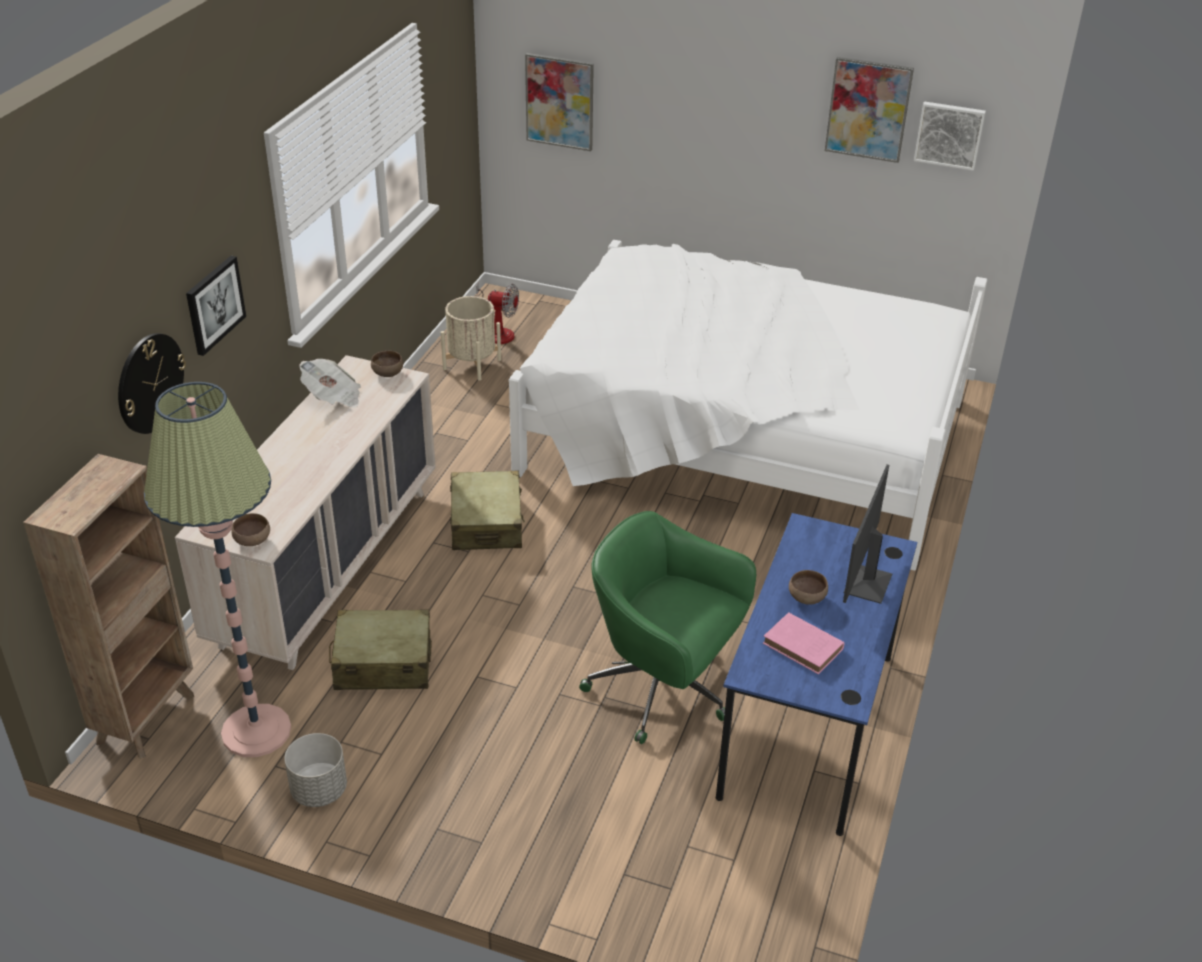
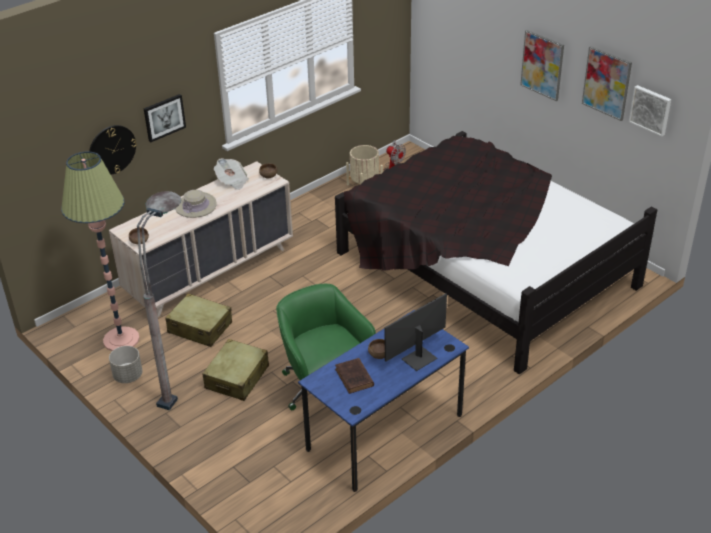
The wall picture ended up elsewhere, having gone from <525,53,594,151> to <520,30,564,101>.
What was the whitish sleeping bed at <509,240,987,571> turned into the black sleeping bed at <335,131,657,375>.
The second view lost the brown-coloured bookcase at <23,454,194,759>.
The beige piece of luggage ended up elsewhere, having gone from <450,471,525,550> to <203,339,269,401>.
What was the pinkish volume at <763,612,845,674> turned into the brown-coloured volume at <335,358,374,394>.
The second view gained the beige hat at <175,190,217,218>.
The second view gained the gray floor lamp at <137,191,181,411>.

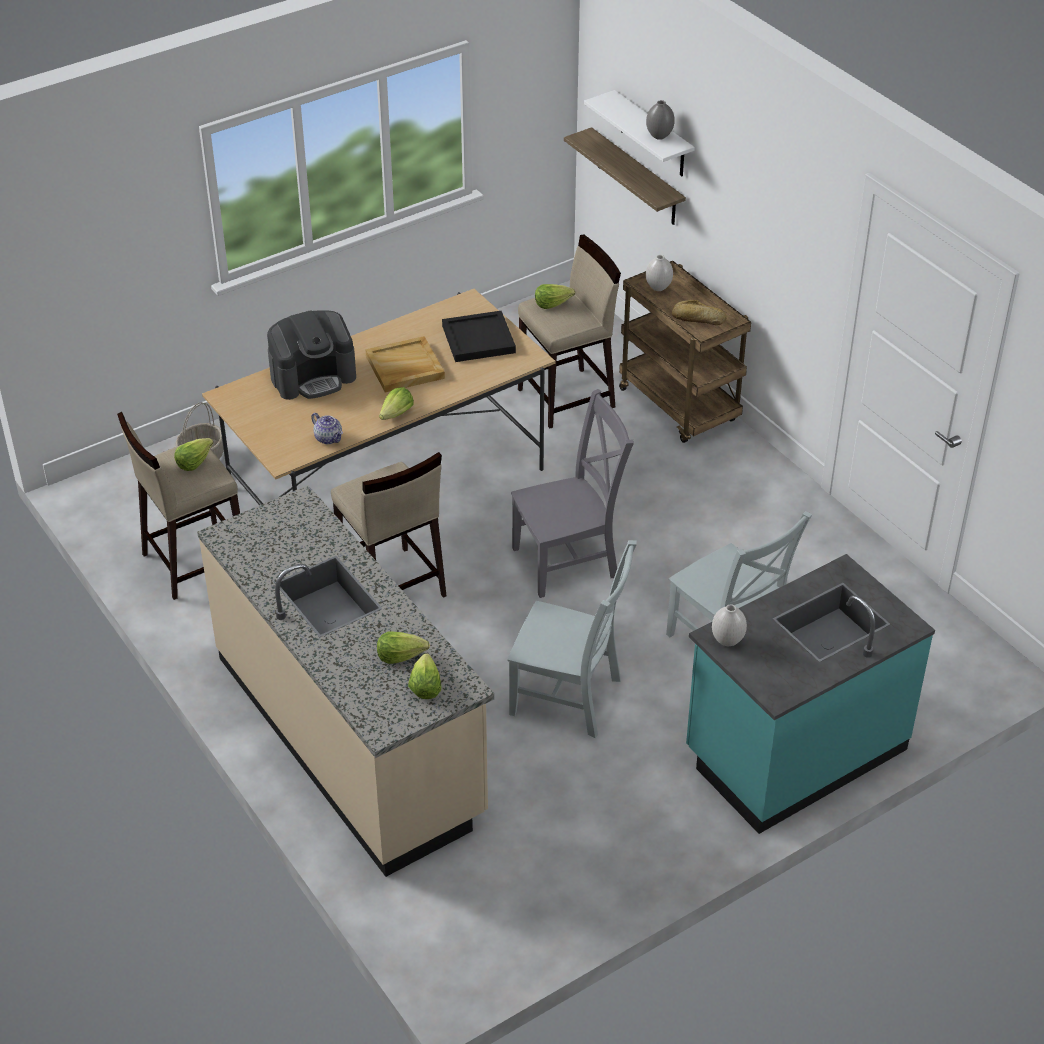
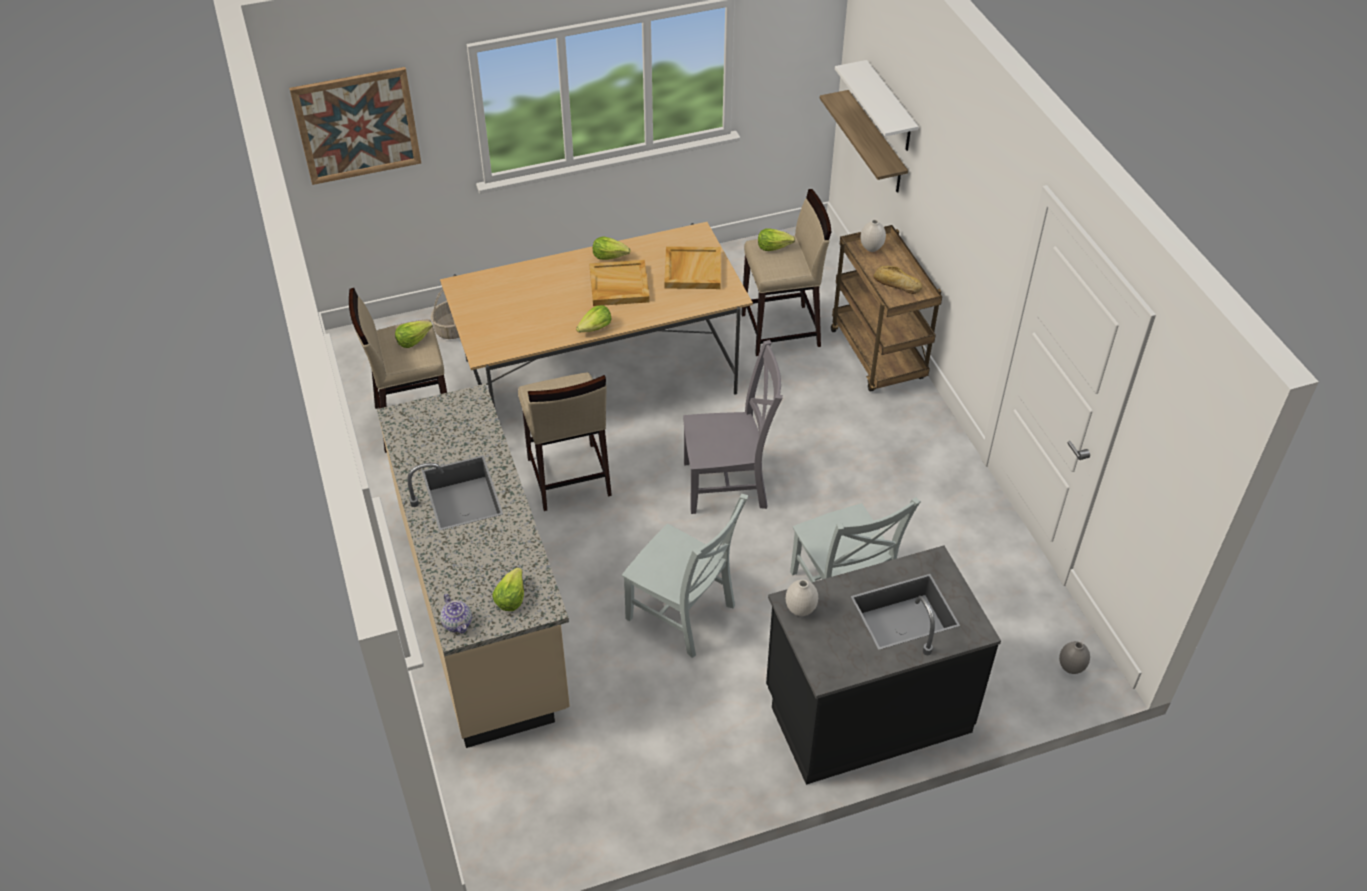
The gray vase ended up elsewhere, having gone from <646,100,675,140> to <1059,641,1090,674>.
The second view lost the coffee machine at <267,310,356,400>.
What was the black serving tray at <442,311,516,362> turned into the beige serving tray at <664,246,721,289>.
The teapot ended up elsewhere, having gone from <311,413,343,444> to <440,594,472,634>.
What was the blue-green counter at <686,554,935,834> turned into the black counter at <766,546,1001,785>.
The lettuce ended up elsewhere, having gone from <377,632,430,664> to <593,236,630,260>.
The second view gained the wall picture at <289,67,421,185>.

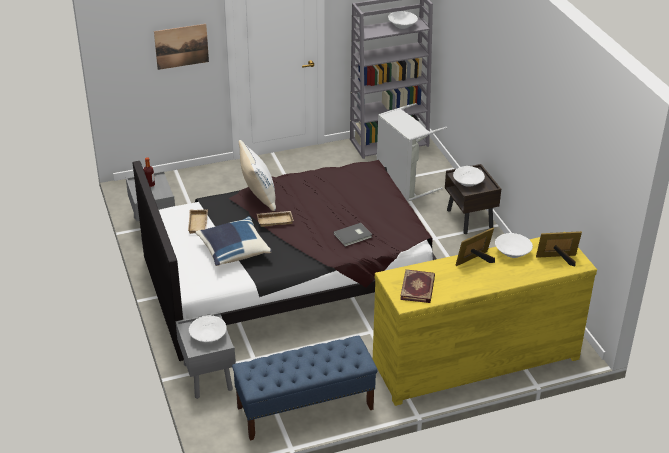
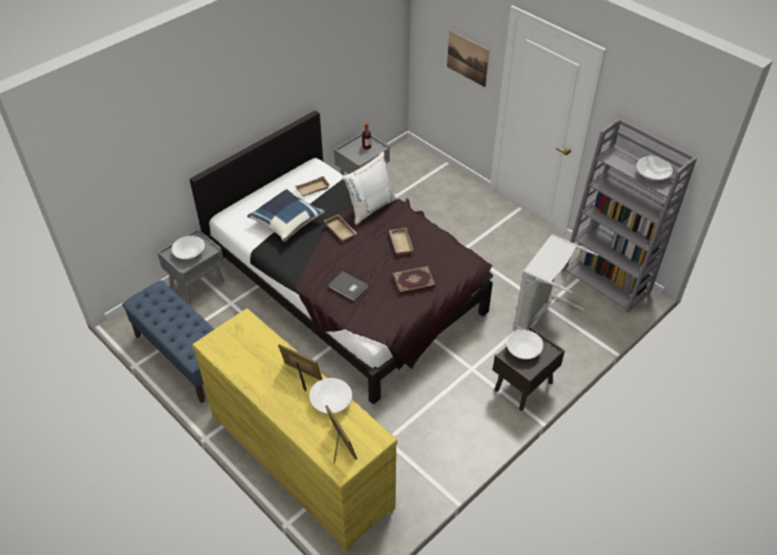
The volume ended up elsewhere, having gone from <400,269,435,303> to <393,266,436,294>.
The second view gained the beige serving tray at <389,228,413,255>.

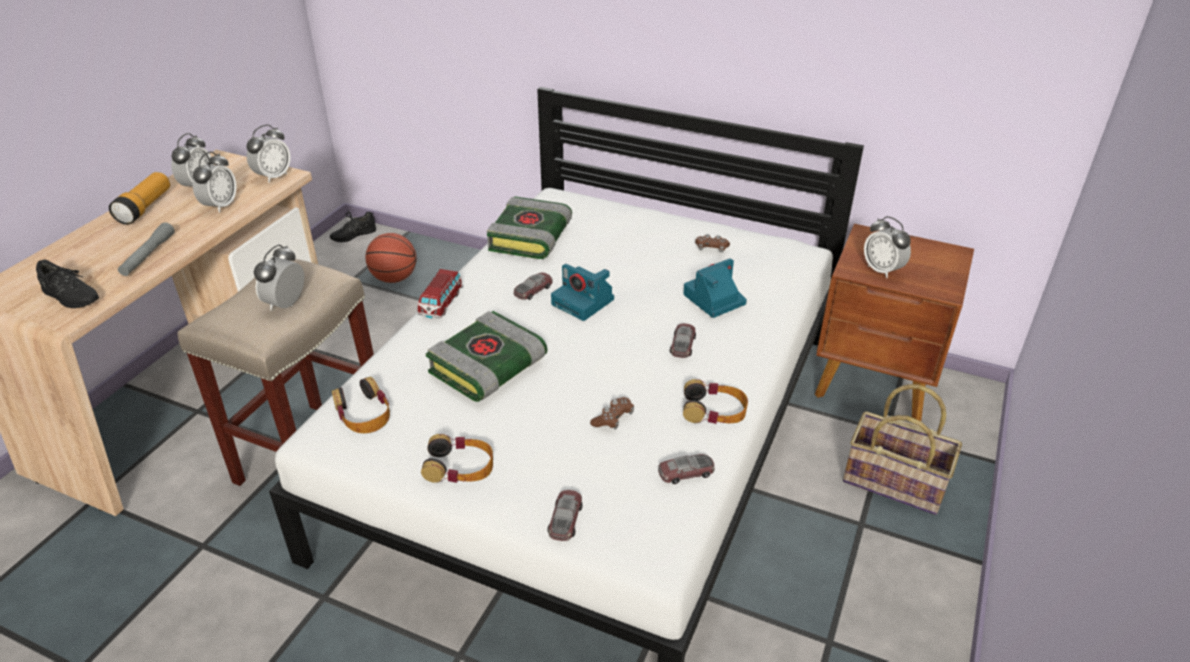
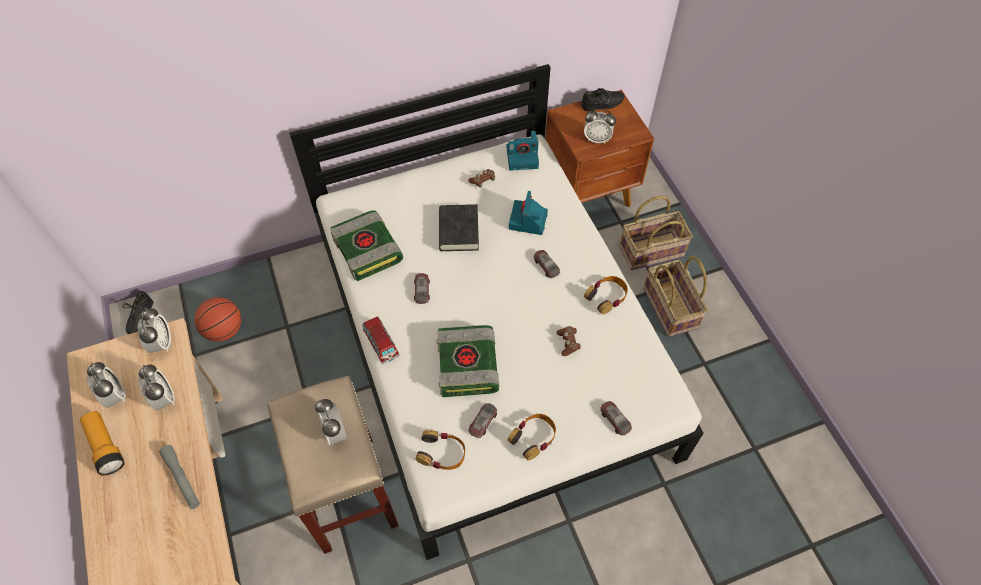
The black low shoe ended up elsewhere, having gone from <36,260,99,308> to <581,88,624,111>.
The still camera ended up elsewhere, having gone from <551,264,614,321> to <506,131,539,171>.
The toy car ended up elsewhere, having gone from <658,454,715,484> to <469,403,497,438>.
The second view gained the black volume at <439,204,479,251>.
The second view gained the household basket at <643,256,708,337>.

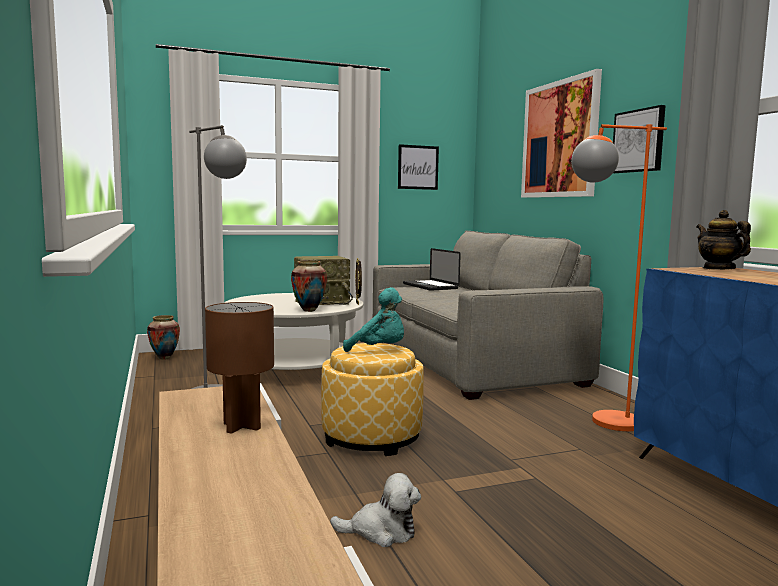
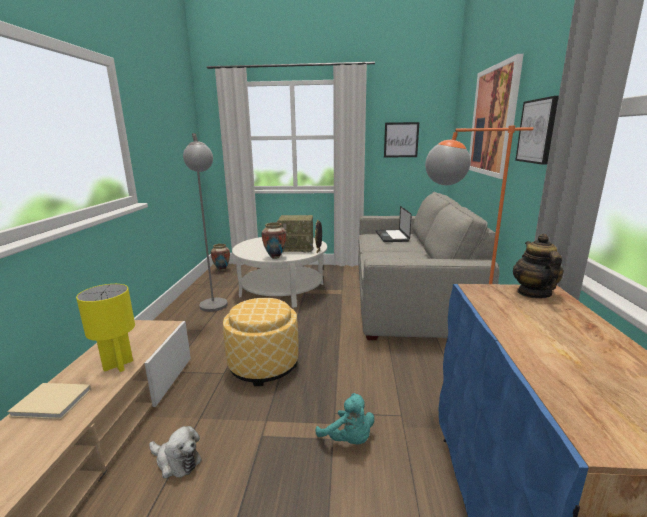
The blue-green cuddly toy ended up elsewhere, having gone from <343,287,404,352> to <316,393,374,444>.
What was the brown-coloured table lamp at <205,302,274,434> turned into the yellow-coloured table lamp at <76,284,135,372>.
The second view gained the beige volume at <7,383,91,419>.

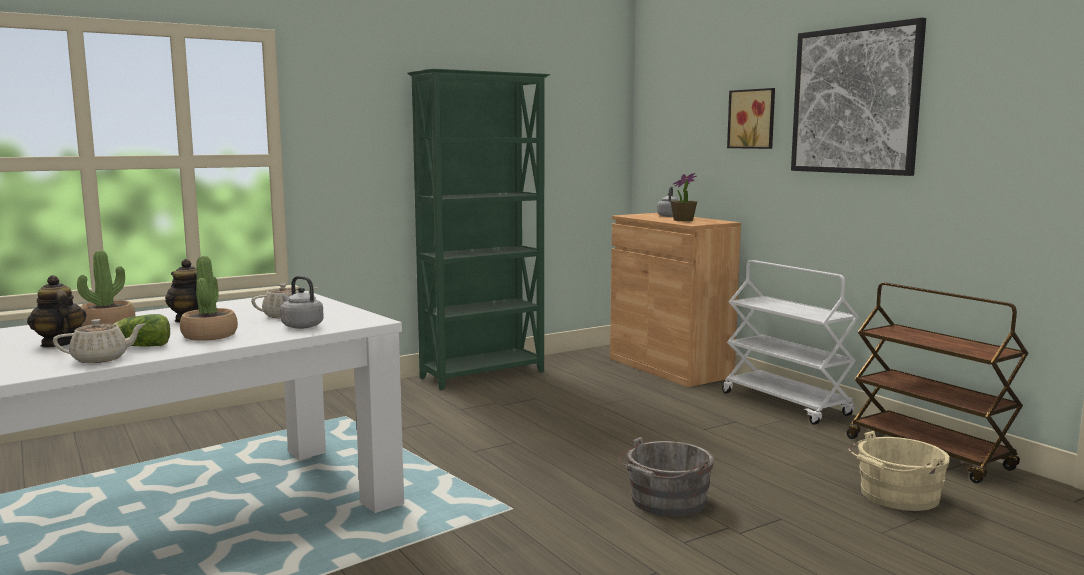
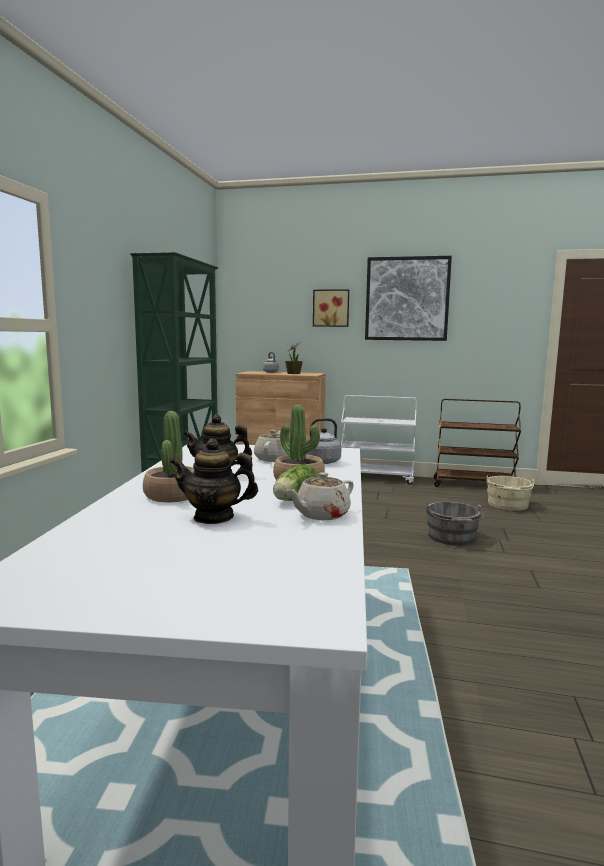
The beige teapot at <53,319,145,363> ended up facing another way, 150 degrees counterclockwise from before.

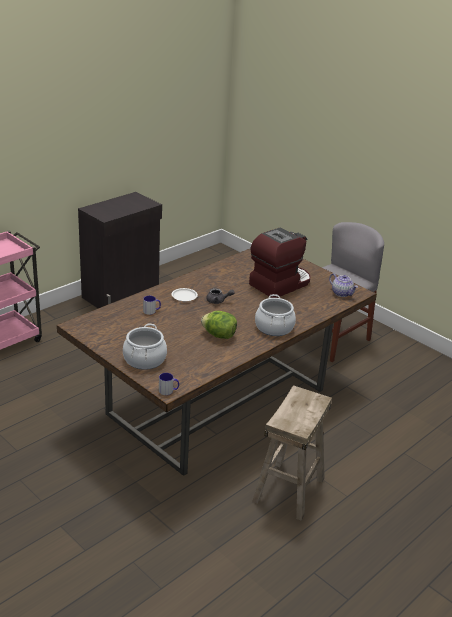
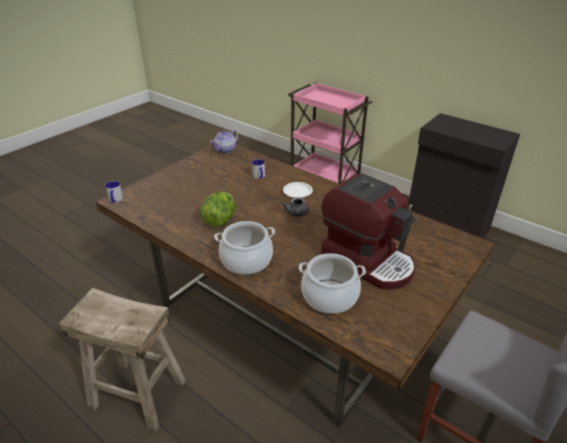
The teapot ended up elsewhere, having gone from <329,273,358,297> to <210,130,238,154>.
The stockpot ended up elsewhere, having gone from <123,323,167,370> to <299,253,366,314>.

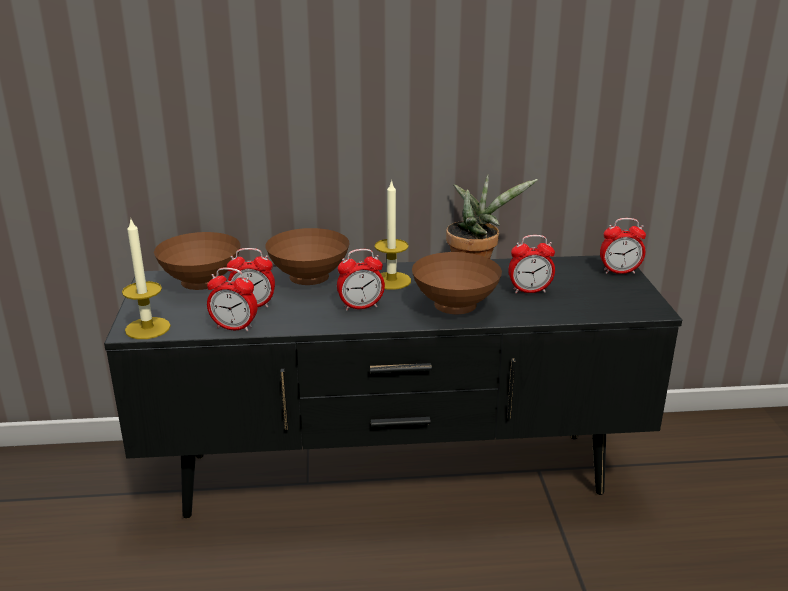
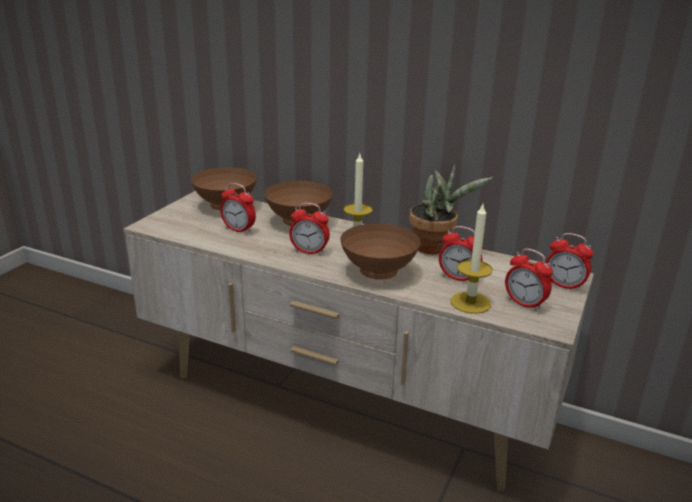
The candle ended up elsewhere, having gone from <122,217,171,339> to <451,204,493,314>.
What was the black media console at <104,255,682,519> turned into the beige media console at <124,191,594,491>.
The table clock ended up elsewhere, having gone from <207,267,258,332> to <505,248,553,311>.

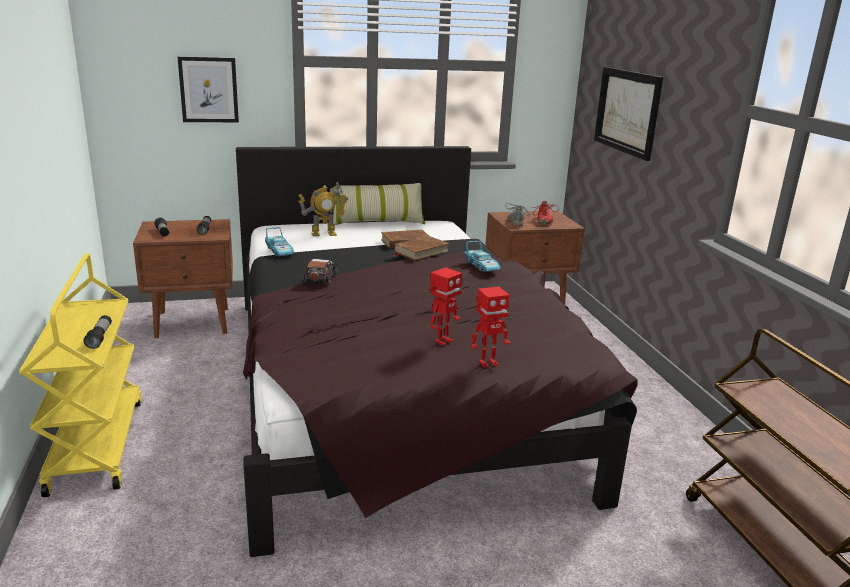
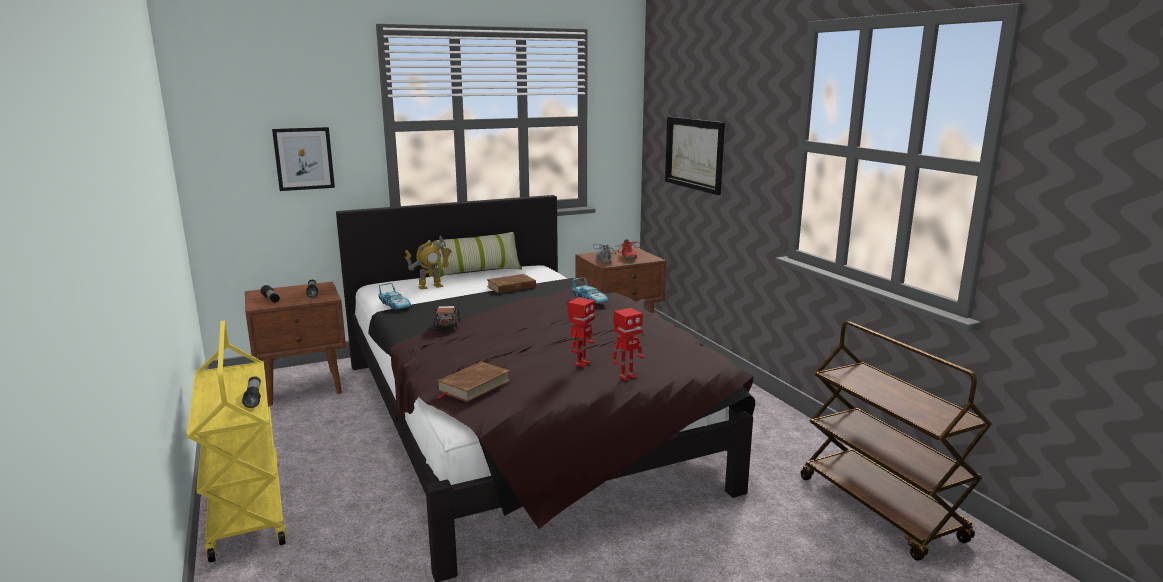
The brown-coloured volume ended up elsewhere, having gone from <392,236,450,261> to <435,361,511,402>.

